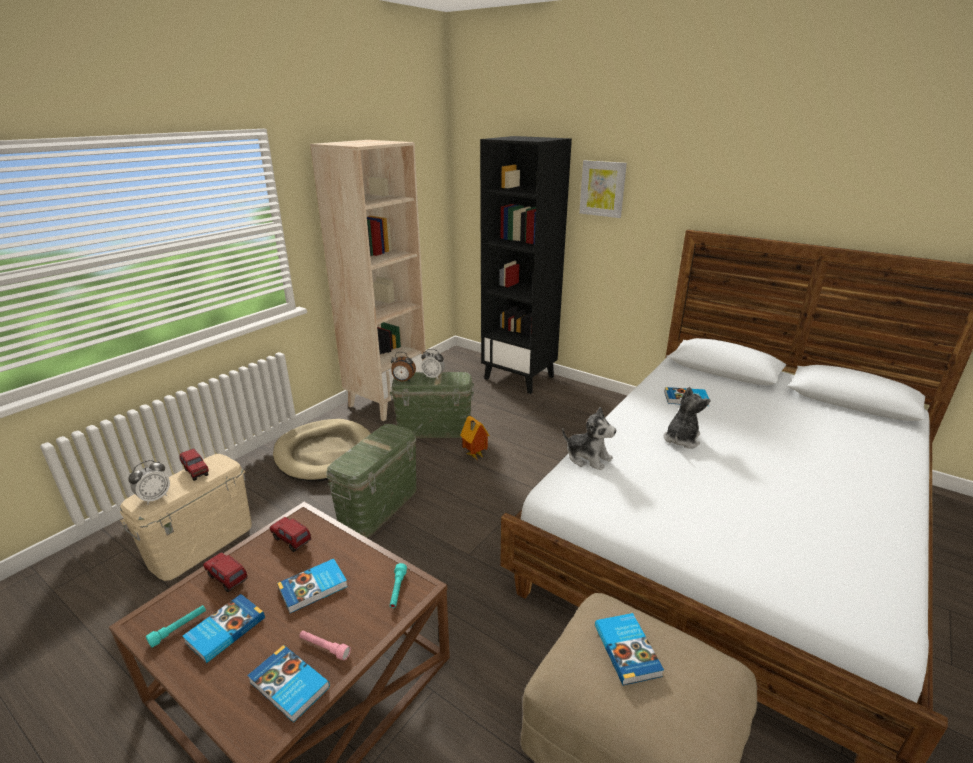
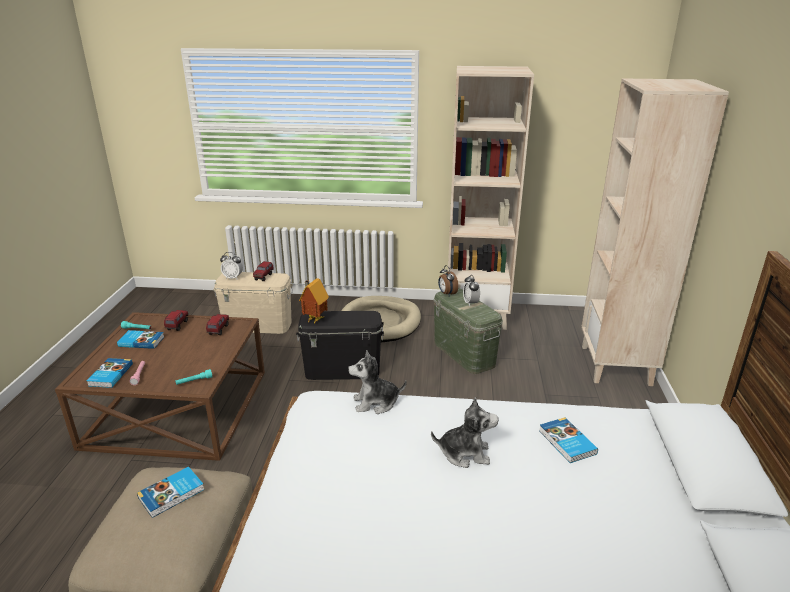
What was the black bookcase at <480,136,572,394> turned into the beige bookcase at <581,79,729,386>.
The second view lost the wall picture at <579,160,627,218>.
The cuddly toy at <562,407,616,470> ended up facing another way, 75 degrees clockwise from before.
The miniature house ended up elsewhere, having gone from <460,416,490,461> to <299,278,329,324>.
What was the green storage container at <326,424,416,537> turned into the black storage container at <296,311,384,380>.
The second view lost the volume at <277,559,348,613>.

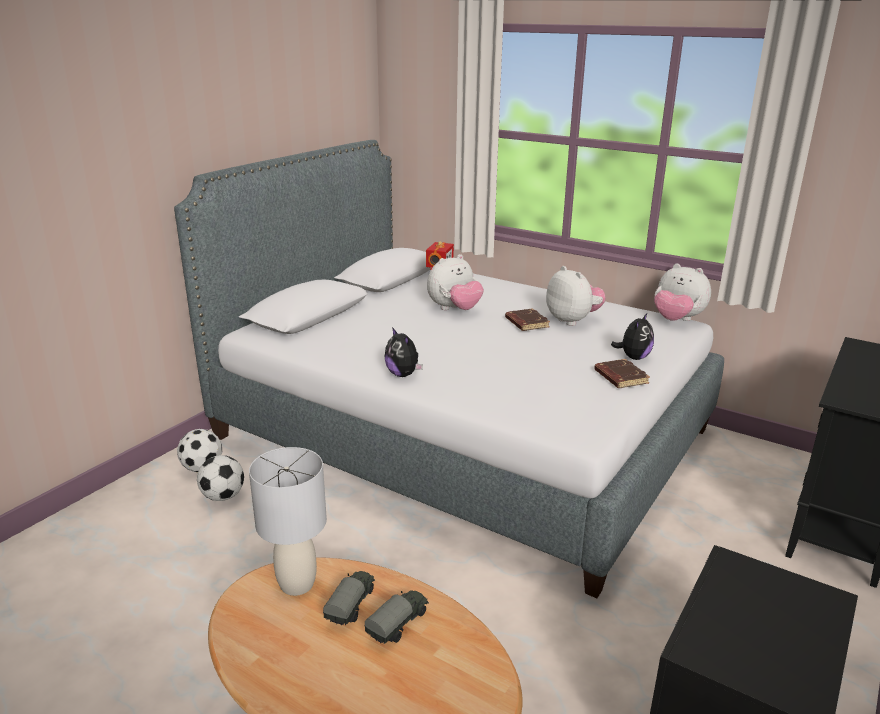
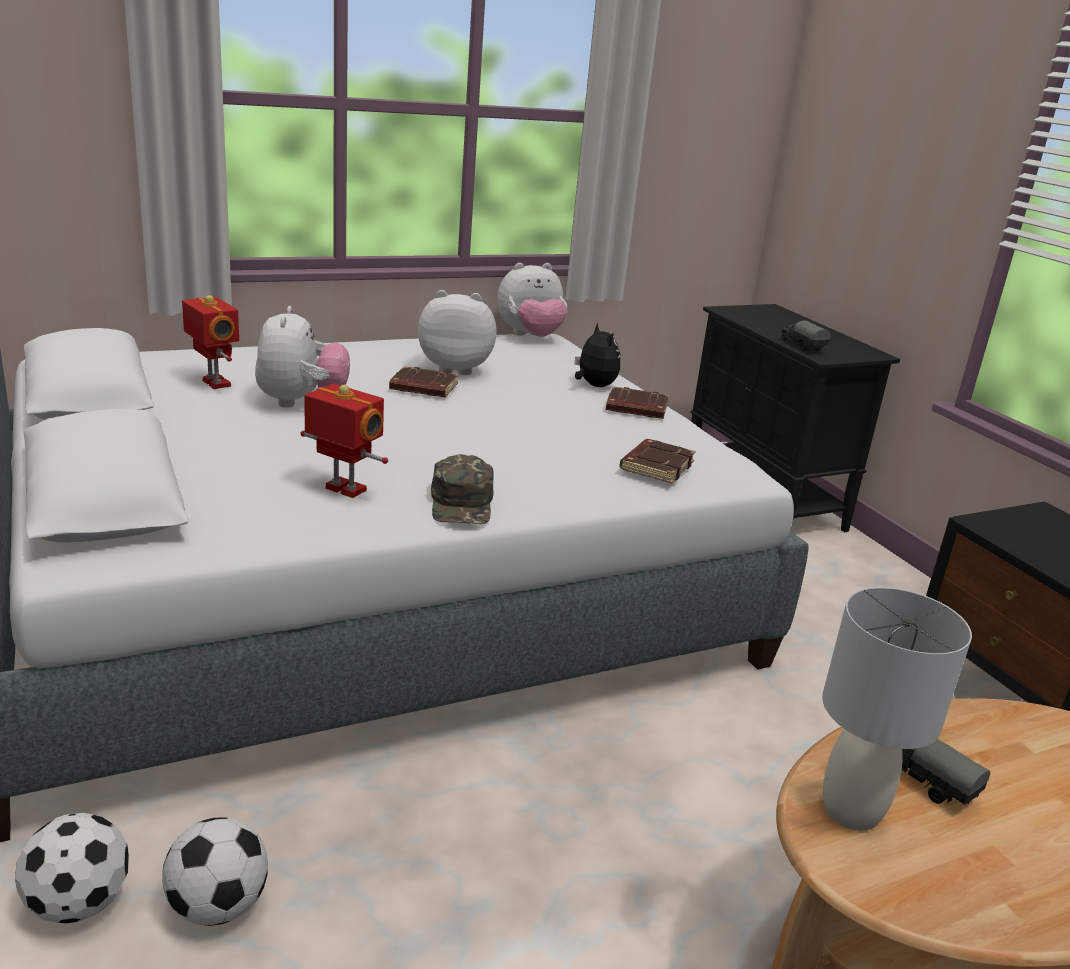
Where the cuddly toy stood at <385,327,423,377>, the green baseball cap came to stand at <431,454,493,524>.
The toy lorry ended up elsewhere, having gone from <364,590,429,644> to <780,320,831,351>.
The second view gained the model robot at <300,384,388,498>.
The second view gained the brown-coloured volume at <619,439,696,484>.

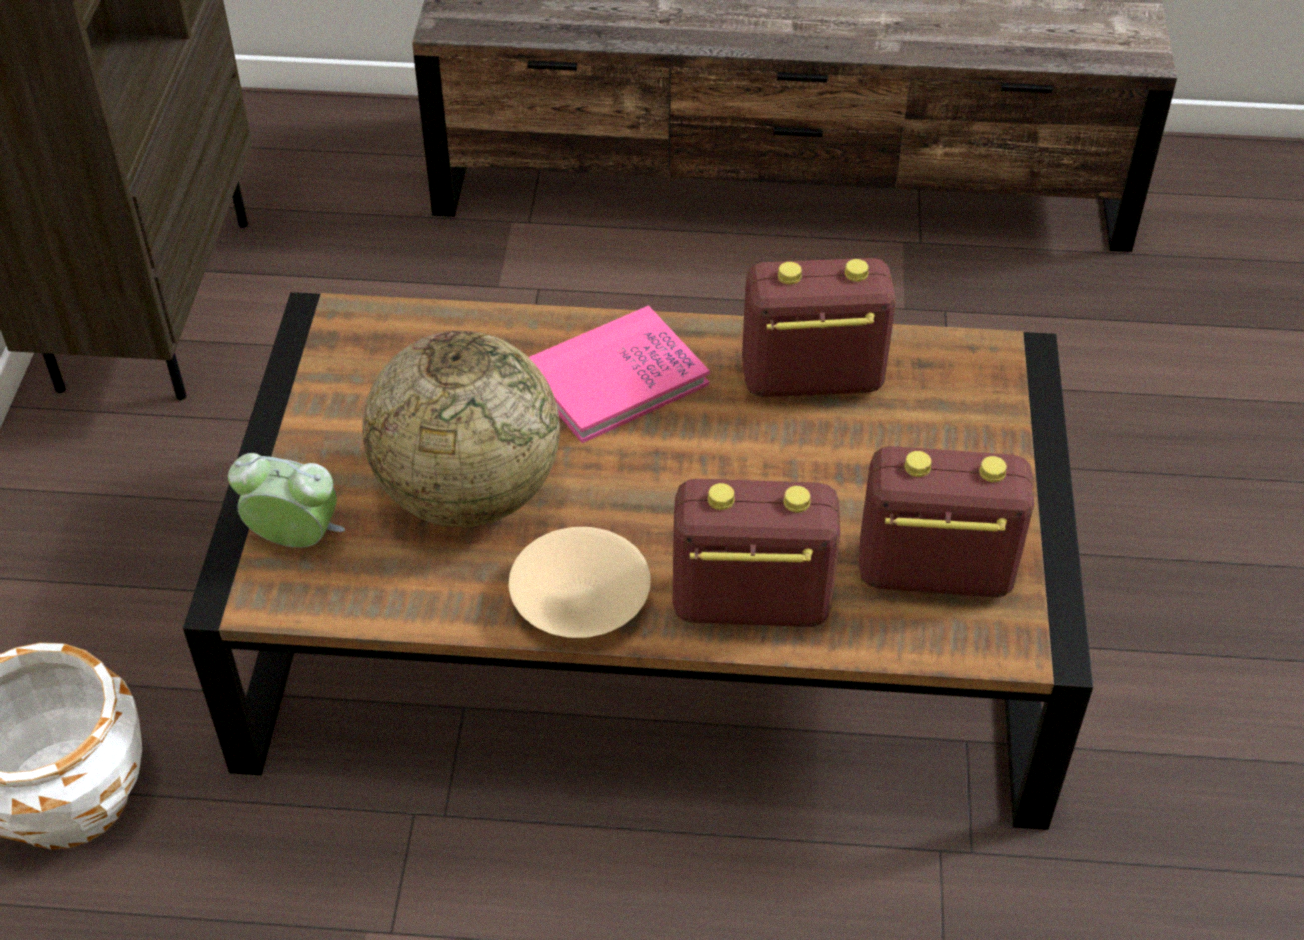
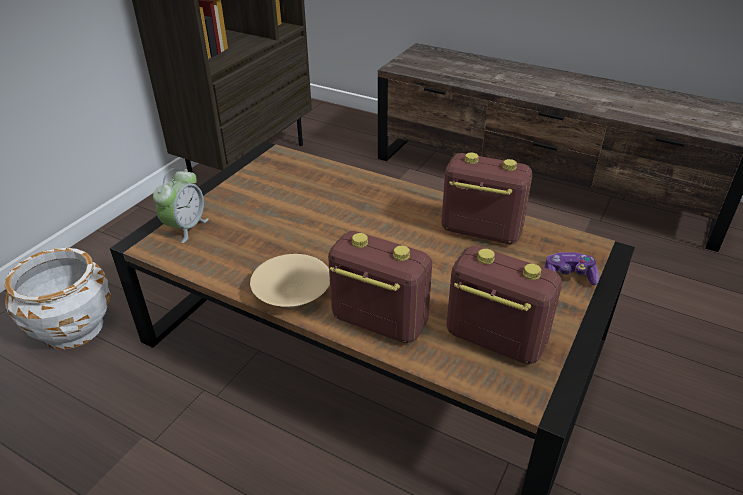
The second view lost the pinkish volume at <529,305,710,443>.
The second view lost the desk globe at <362,331,560,527>.
The table clock at <228,453,345,547> ended up facing another way, 75 degrees clockwise from before.
The second view gained the game controller at <545,252,599,286>.

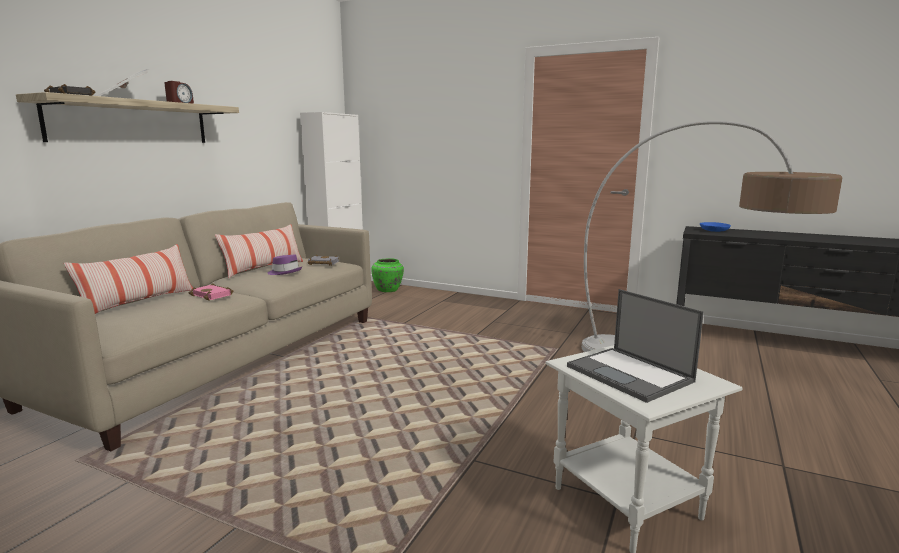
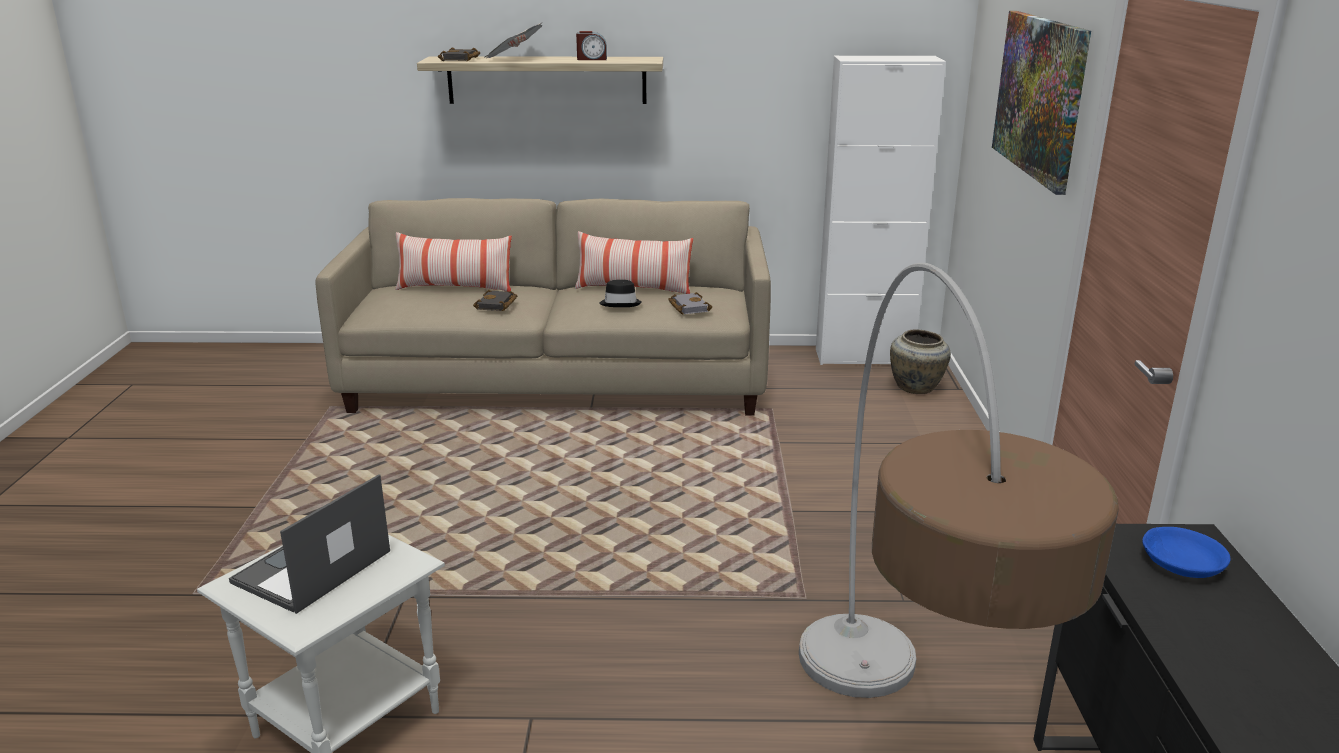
What was the purple-coloured hat at <268,254,302,275> turned into the black hat at <599,280,642,307>.
What was the green vase at <371,258,404,292> turned into the beige vase at <890,329,951,394>.
What was the pinkish volume at <189,283,233,301> turned into the black volume at <473,290,517,311>.
The second view gained the wall picture at <992,11,1091,195>.

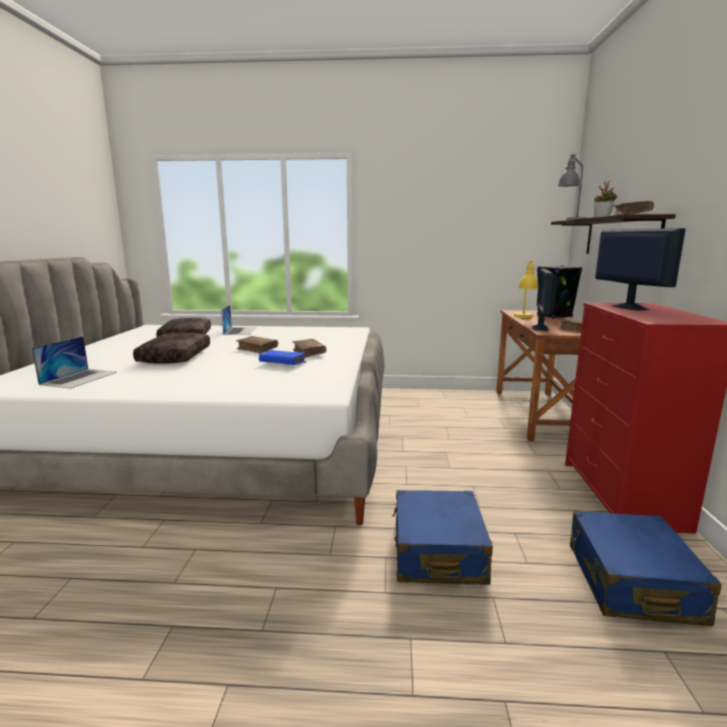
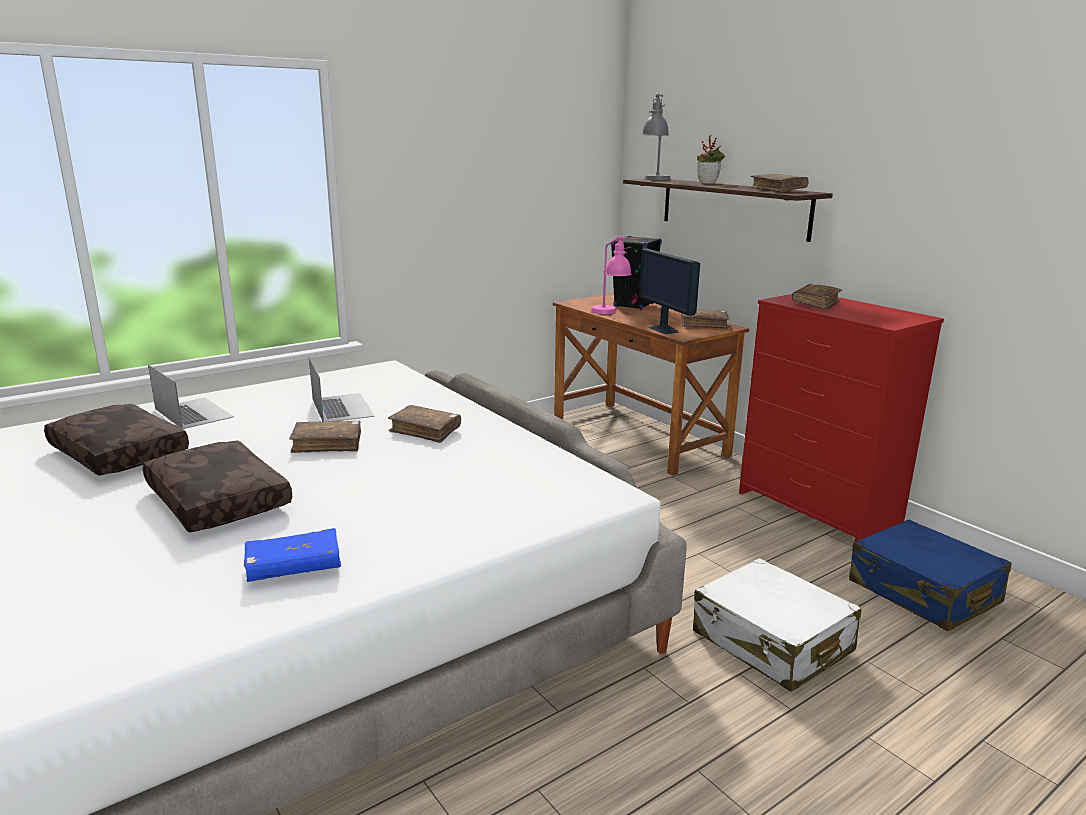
Where the computer screen stood at <595,228,686,311>, the brown-coloured volume came to stand at <792,284,842,310>.
What was the yellow-coloured table lamp at <514,260,538,318> turned into the pinkish table lamp at <591,236,631,314>.
The notebook computer ended up elsewhere, having gone from <32,336,117,389> to <309,357,375,422>.
The bluish volume ended up elsewhere, having gone from <259,350,307,365> to <244,528,341,582>.
What was the bluish piece of luggage at <392,490,493,585> turned into the whitish piece of luggage at <693,558,861,692>.

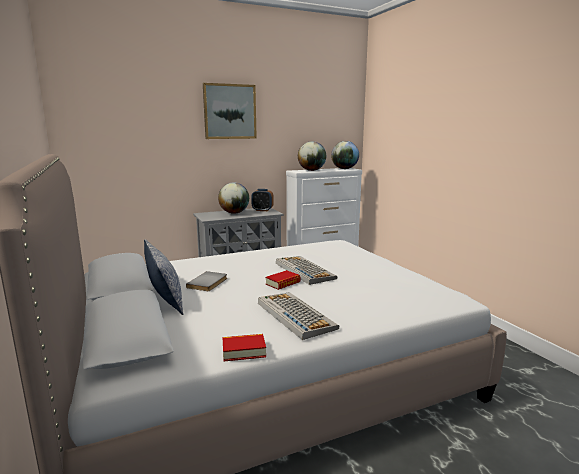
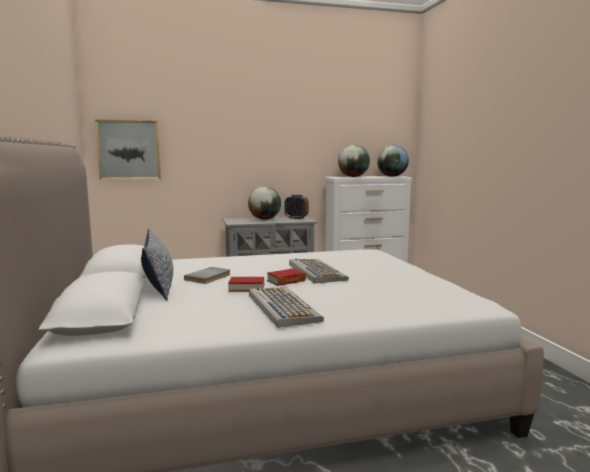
The wall picture ended up elsewhere, having gone from <203,83,257,139> to <95,120,161,180>.
The volume ended up elsewhere, having gone from <223,334,266,361> to <228,277,264,292>.

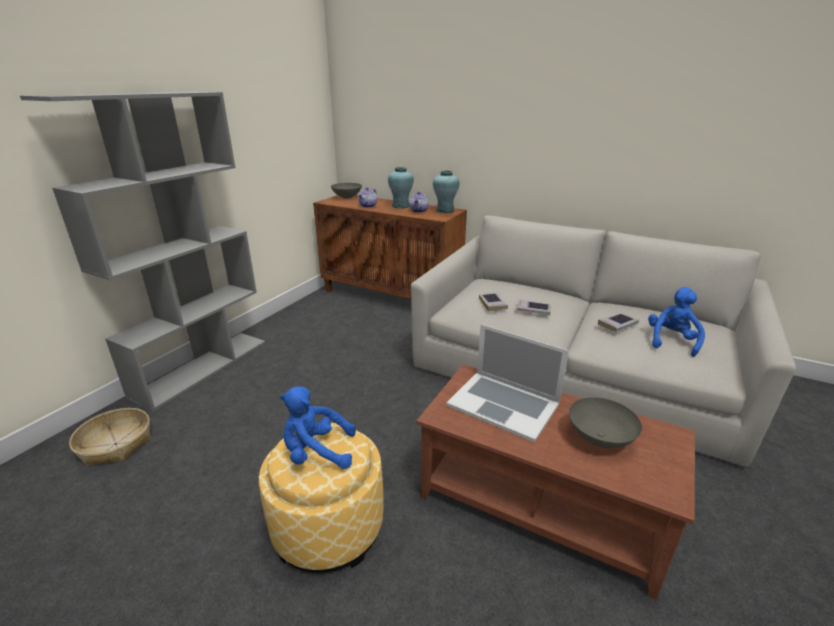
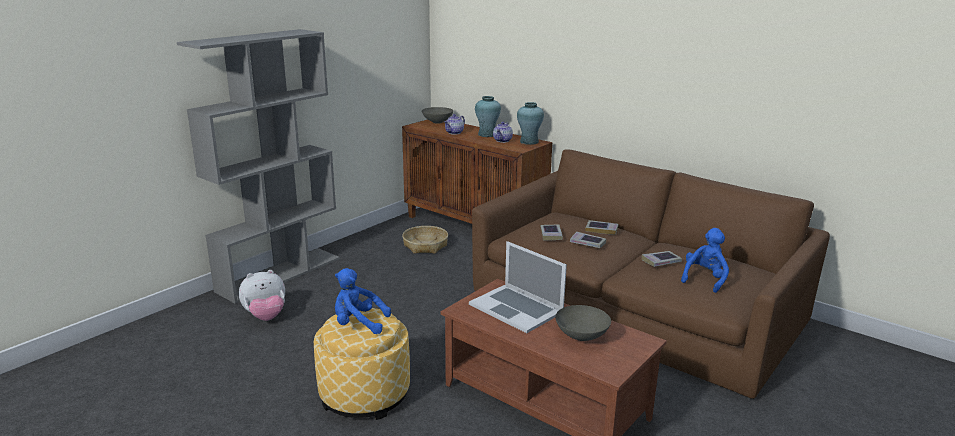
What was the gray couch at <411,215,796,467> turned into the brown-coloured couch at <472,149,830,399>.
The household basket ended up elsewhere, having gone from <69,408,150,466> to <402,226,448,254>.
The second view gained the volume at <585,220,618,235>.
The second view gained the cuddly toy at <239,270,285,321>.

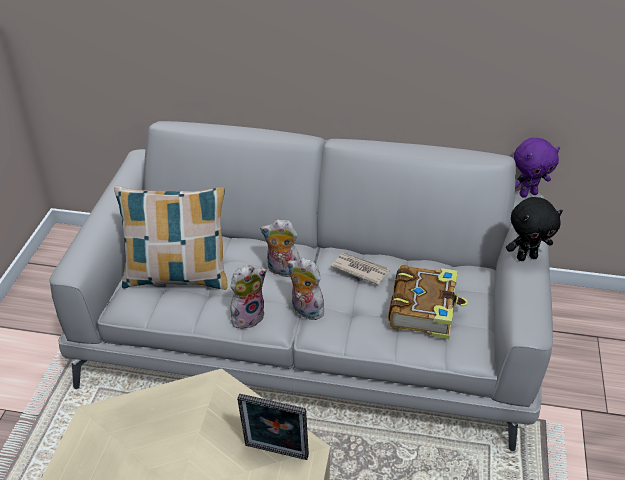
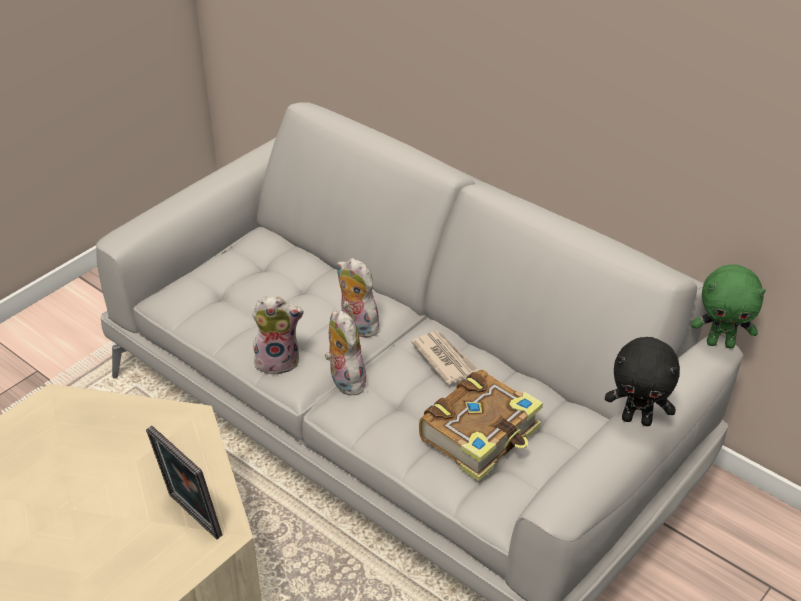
What was the purple-coloured cuddly toy at <514,138,560,197> turned into the green cuddly toy at <691,264,766,349>.
The second view lost the cushion at <114,186,228,290>.

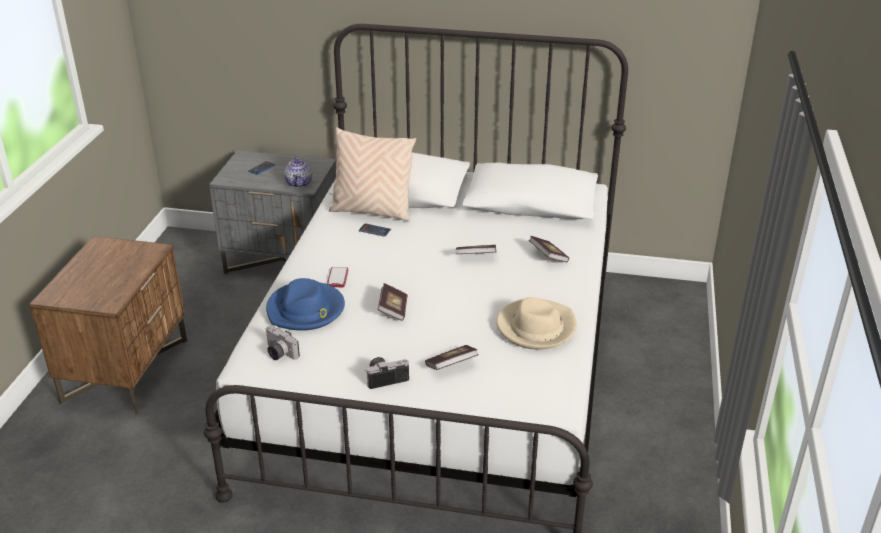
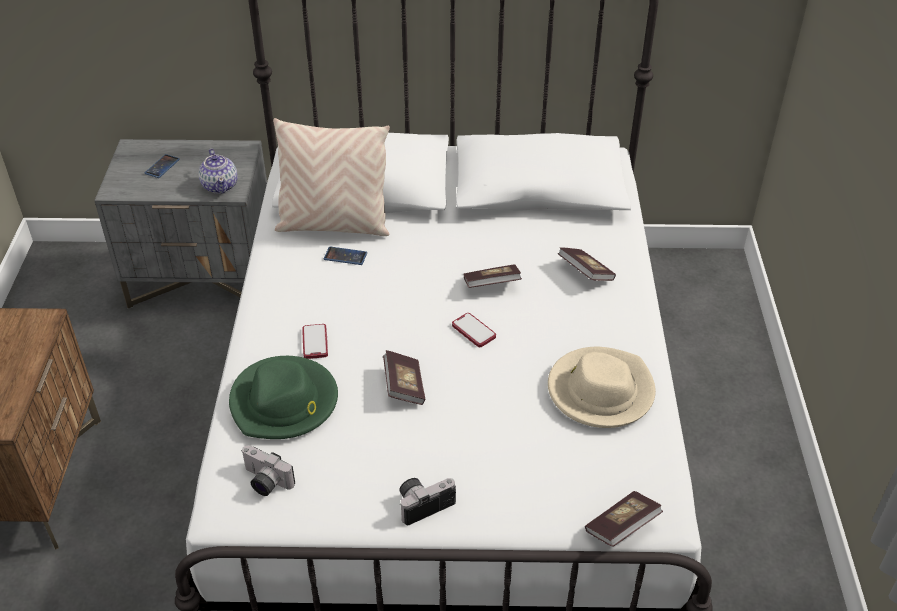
What was the bluish hat at <266,278,345,331> turned into the green hat at <229,356,338,439>.
The volume ended up elsewhere, having gone from <425,345,479,370> to <585,491,663,547>.
The second view gained the phone at <452,313,496,347>.

